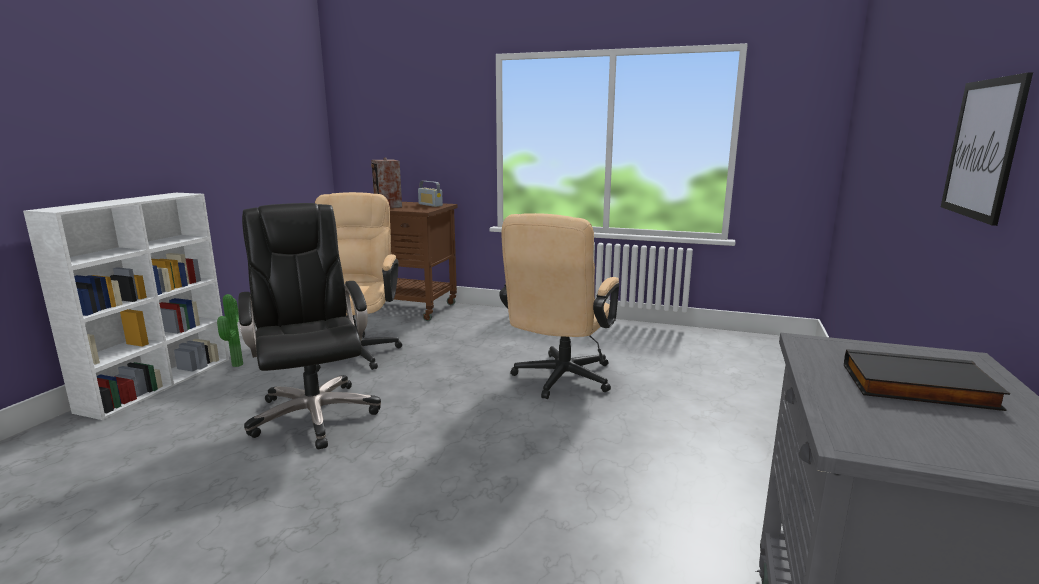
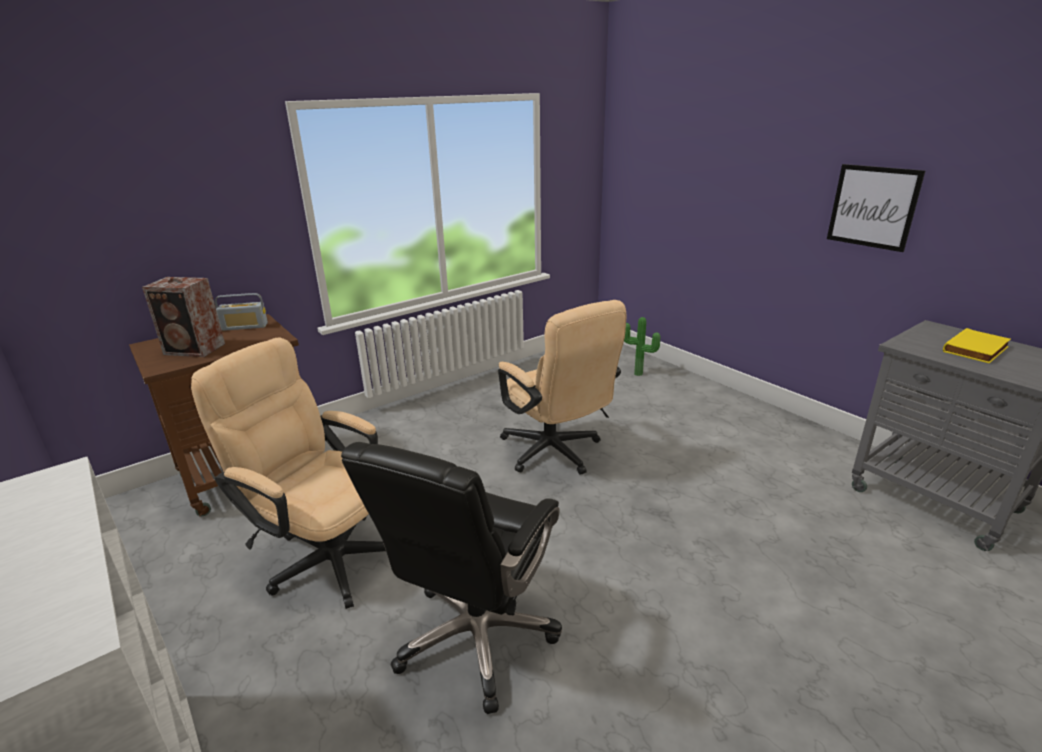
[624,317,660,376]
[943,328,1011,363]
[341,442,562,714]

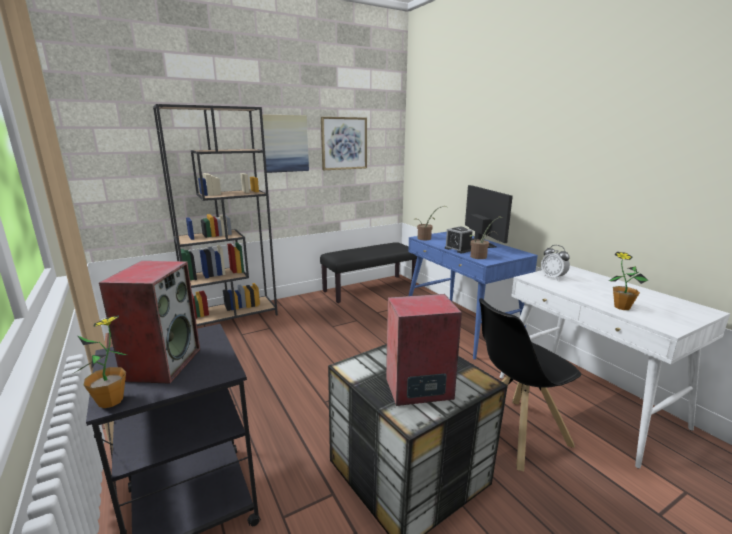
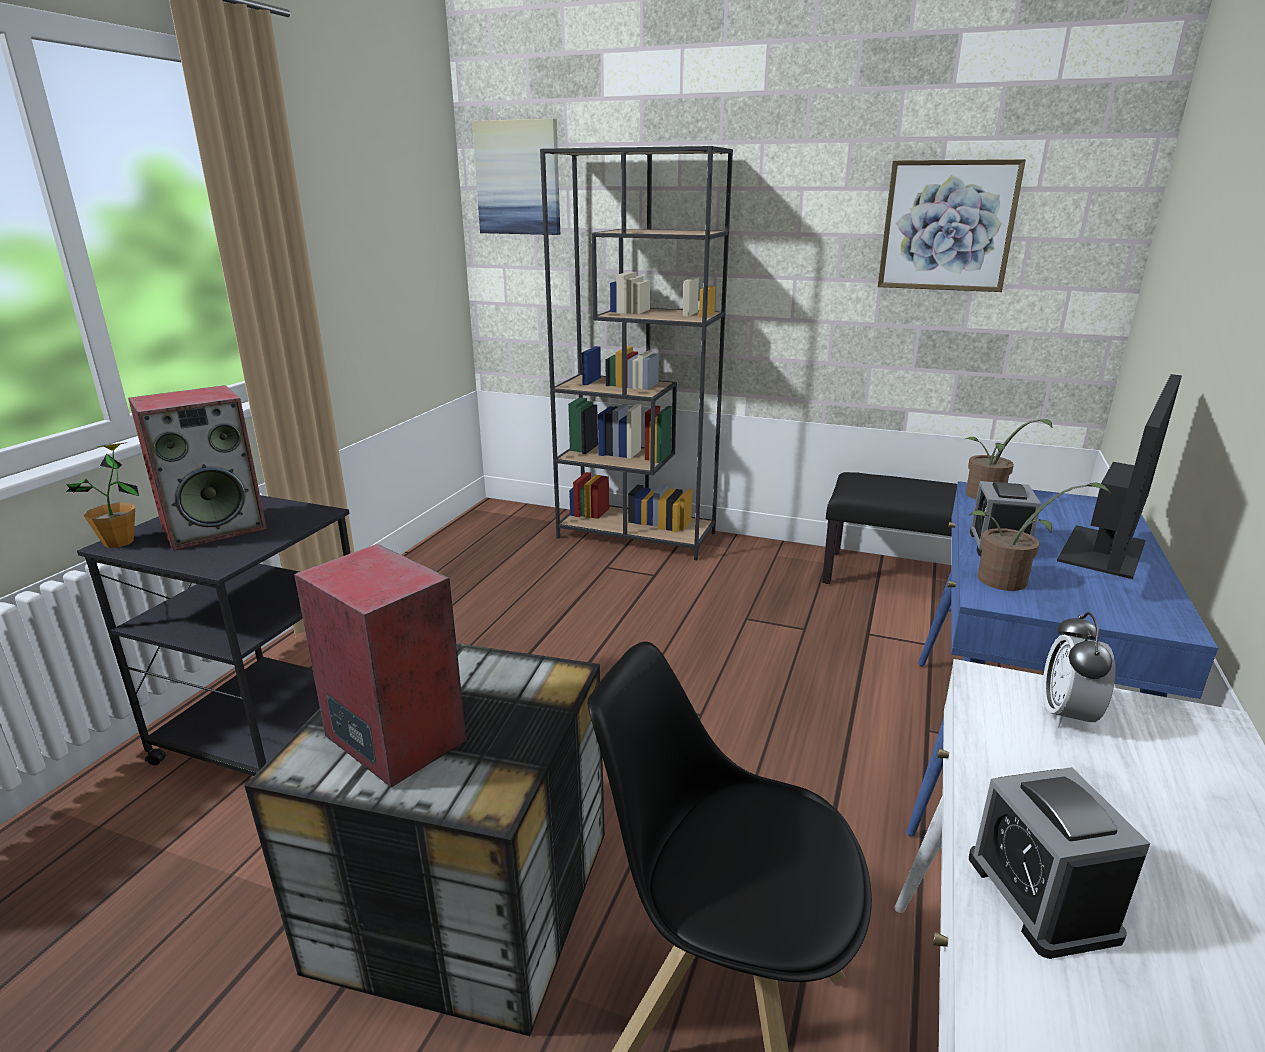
[472,119,560,235]
[969,767,1150,959]

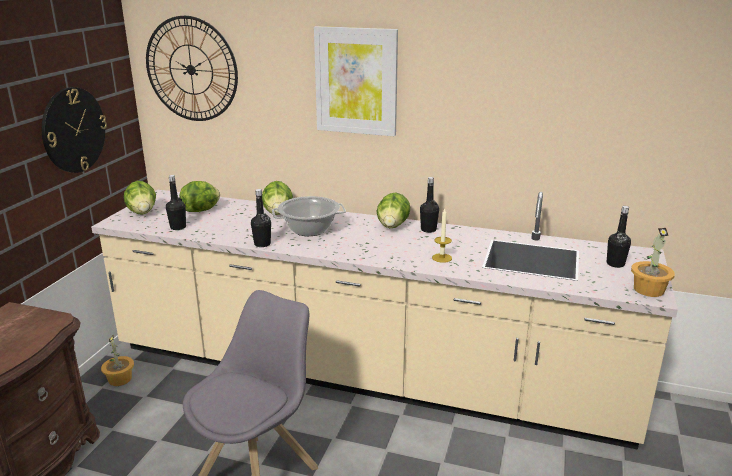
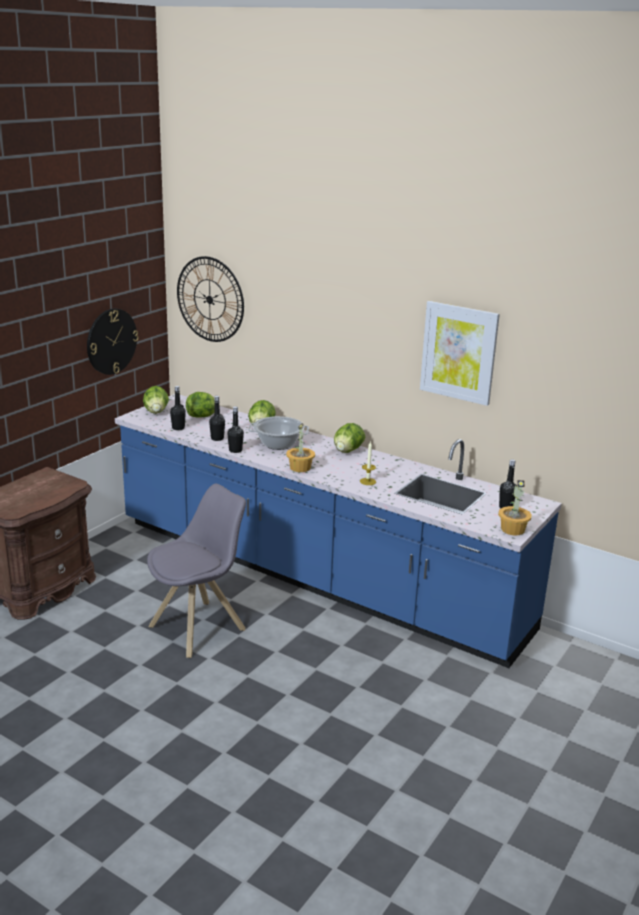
[286,423,315,472]
[420,301,500,406]
[209,396,225,441]
[115,394,562,668]

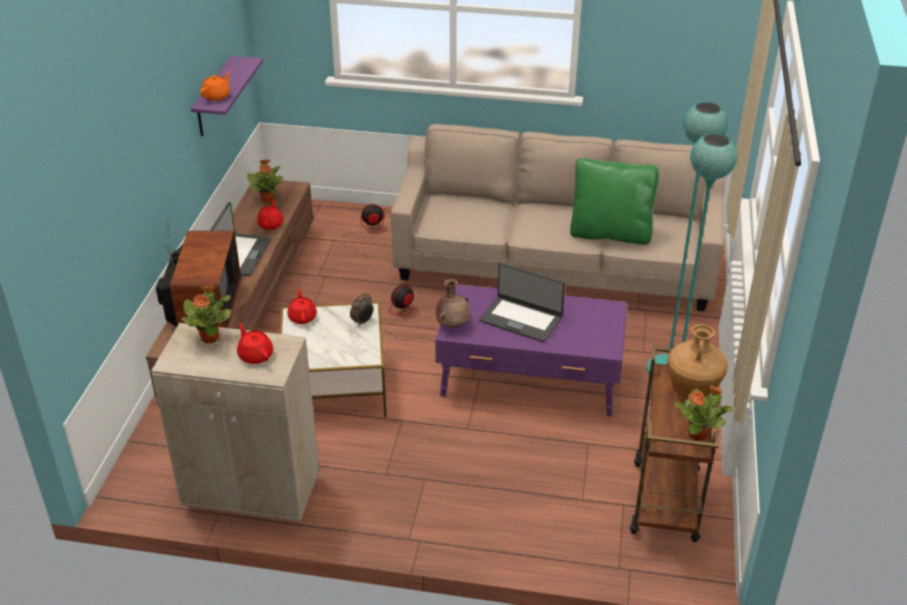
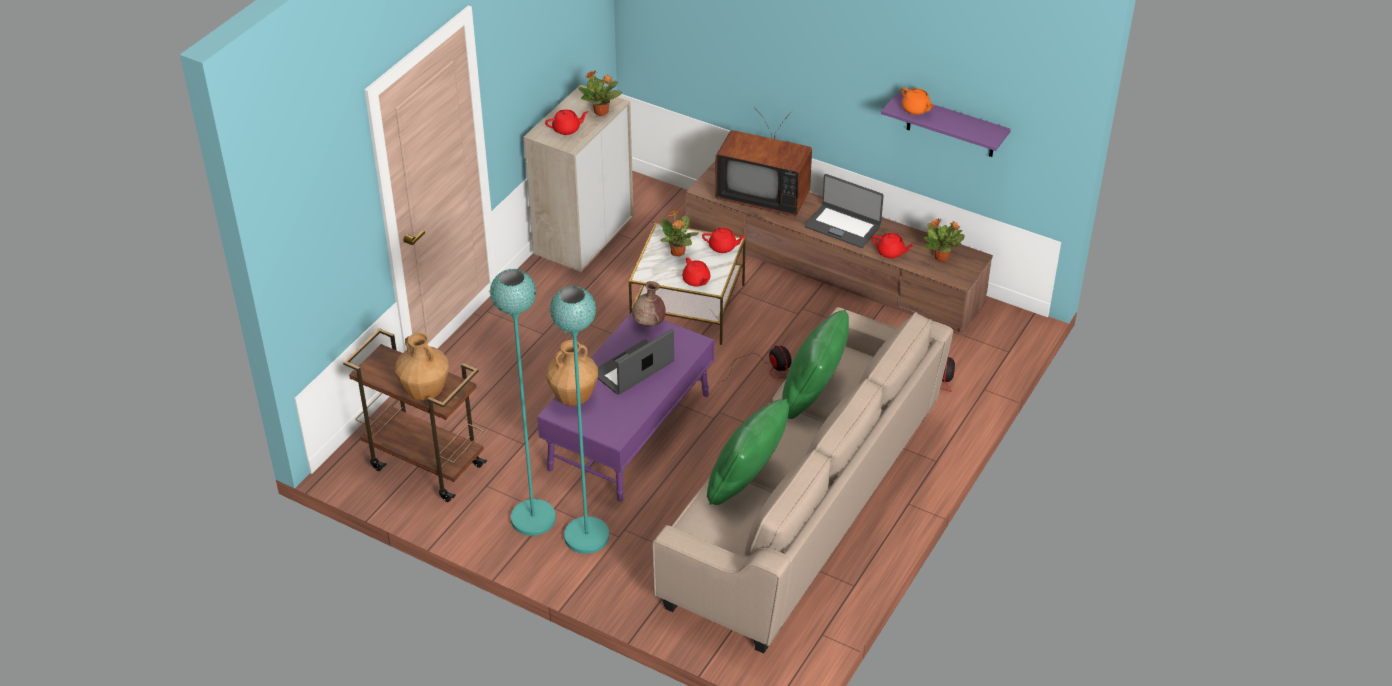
[546,340,598,406]
[782,310,849,419]
[660,210,699,256]
[682,257,710,287]

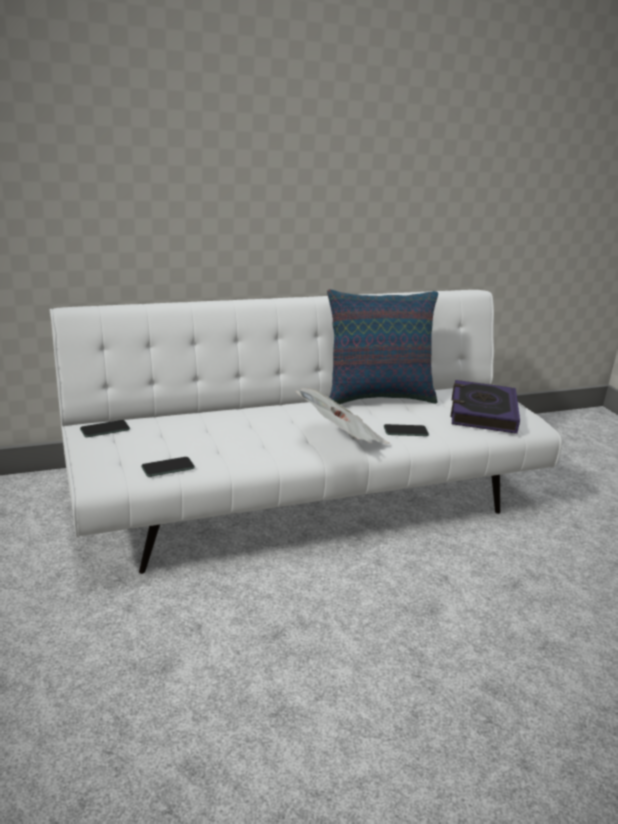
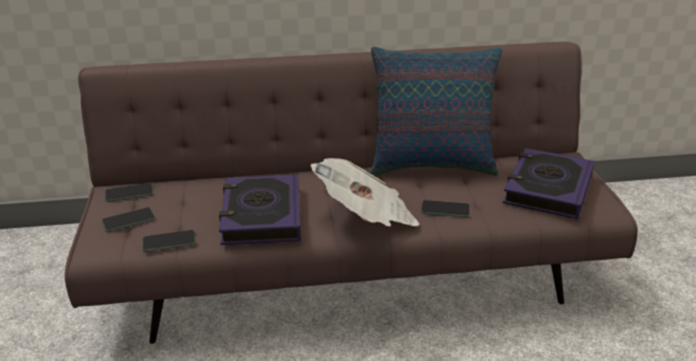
[102,207,155,232]
[219,174,301,245]
[65,42,638,344]

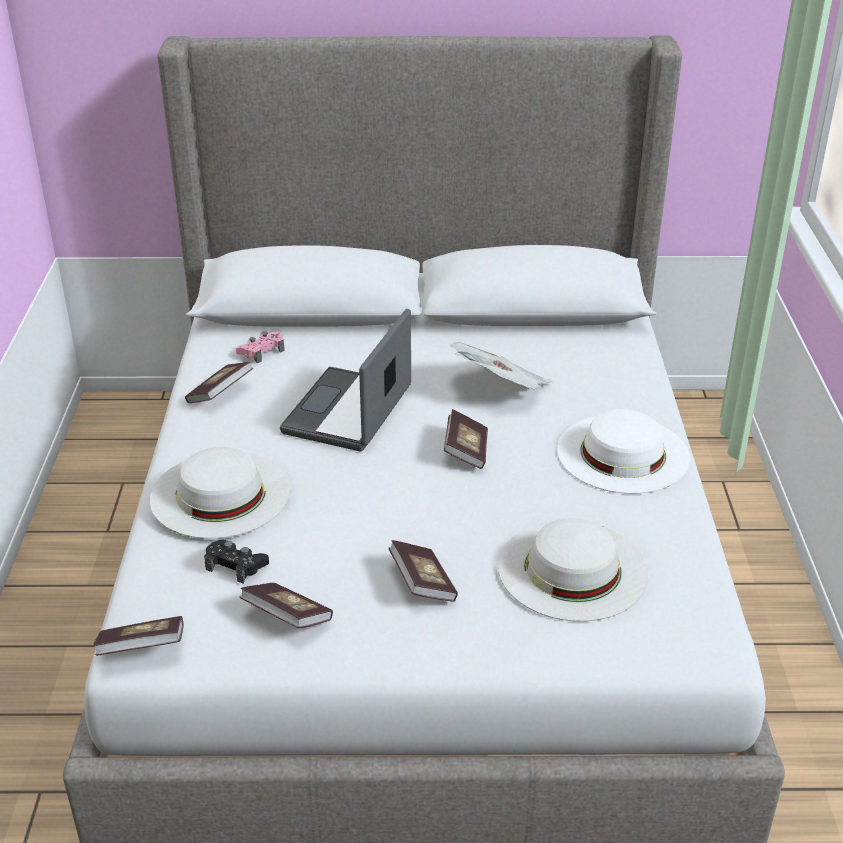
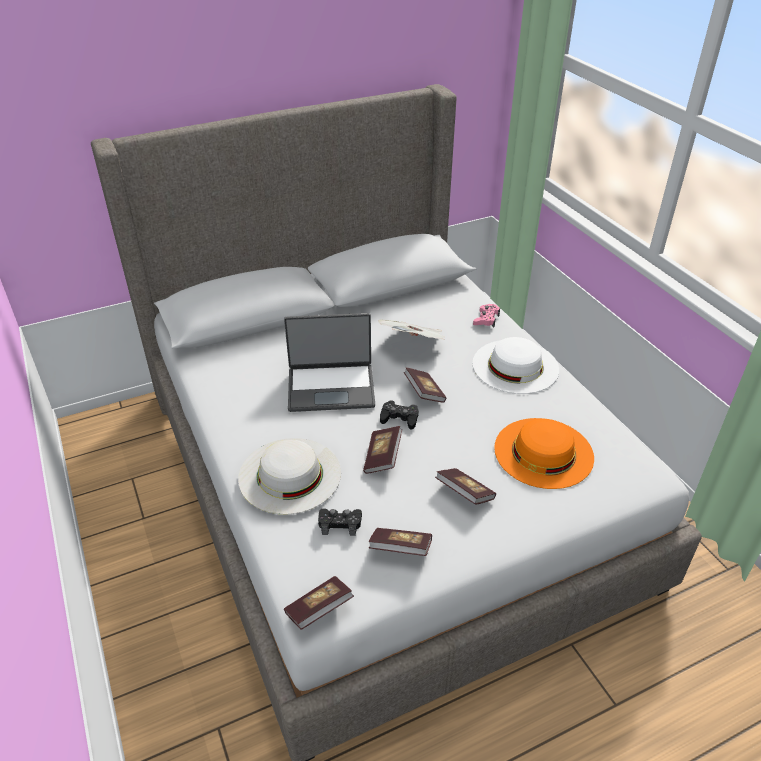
[380,400,419,430]
[363,426,402,474]
[473,304,500,328]
[494,418,594,489]
[284,313,375,412]

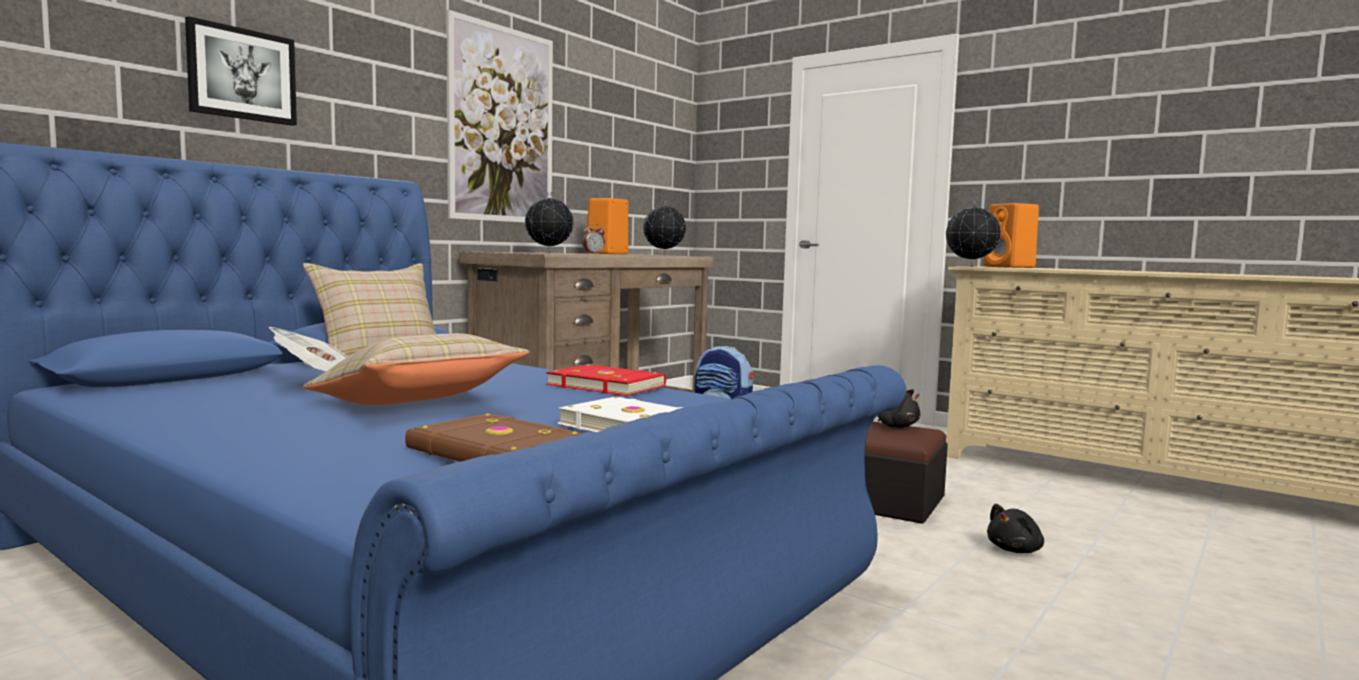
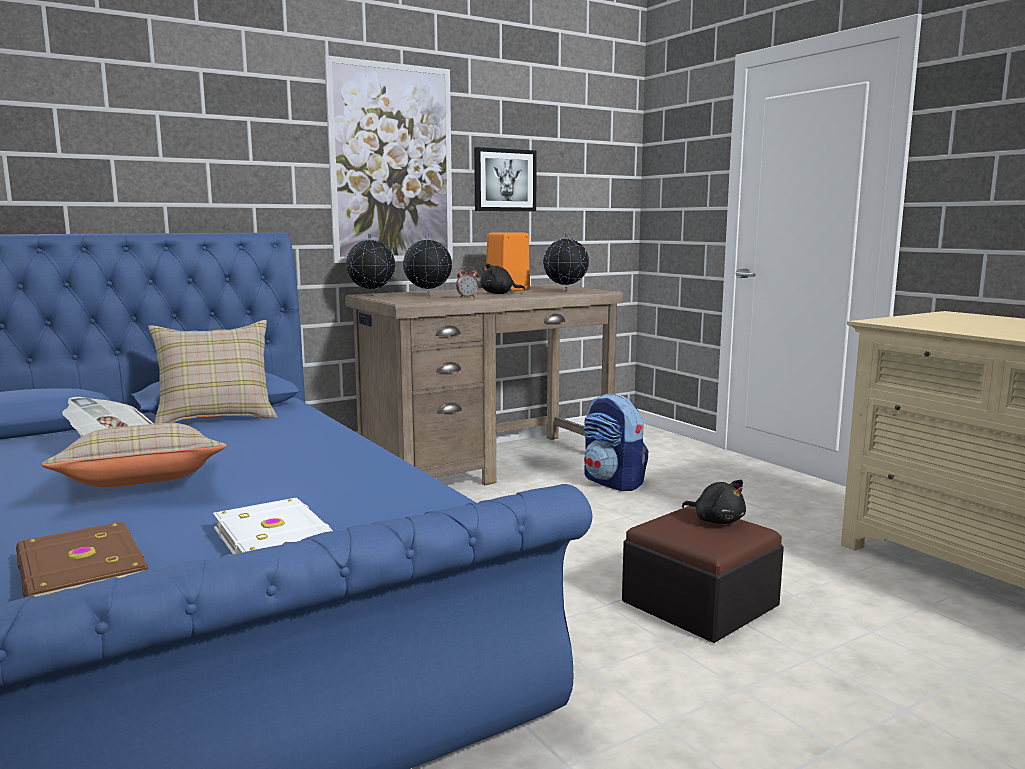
[546,364,666,396] (first image)
[983,203,1039,268] (first image)
[474,147,537,211]
[346,234,396,296]
[480,263,526,294]

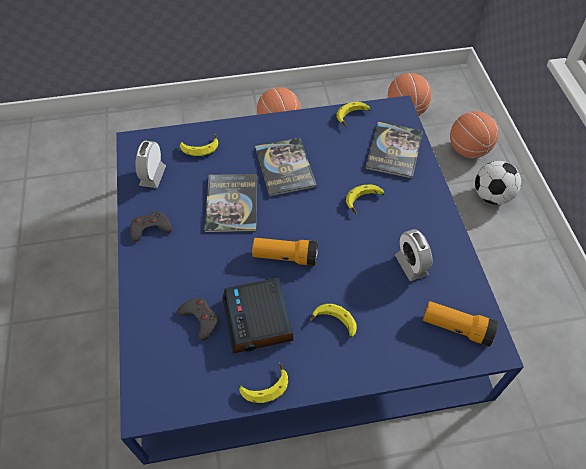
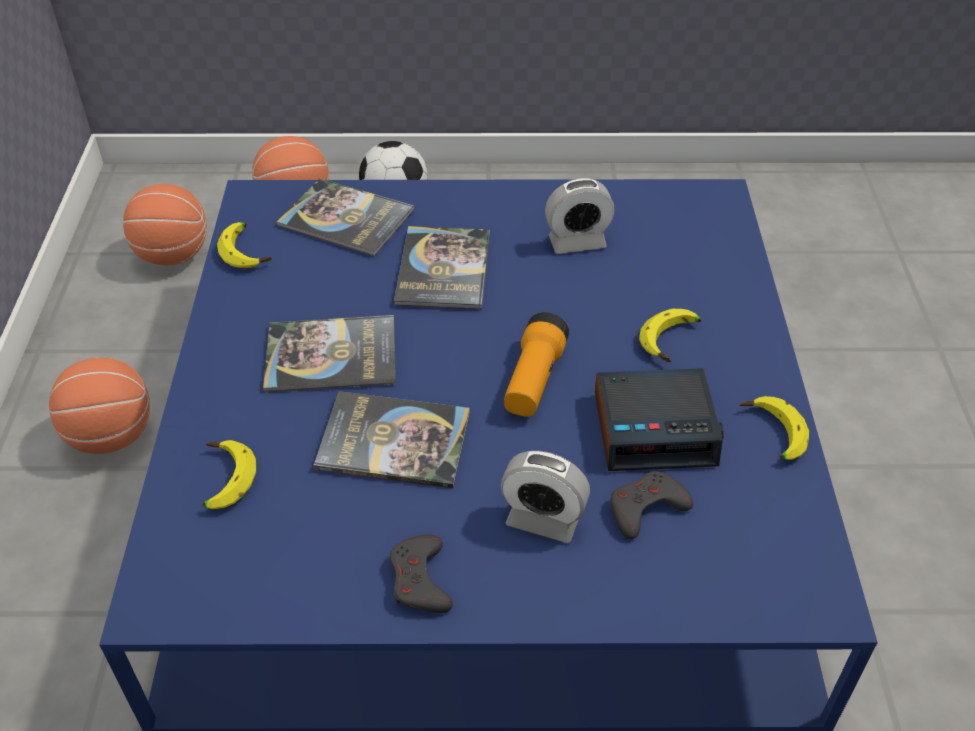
[423,301,498,347] (first image)
[501,451,590,543]
[394,226,490,309]

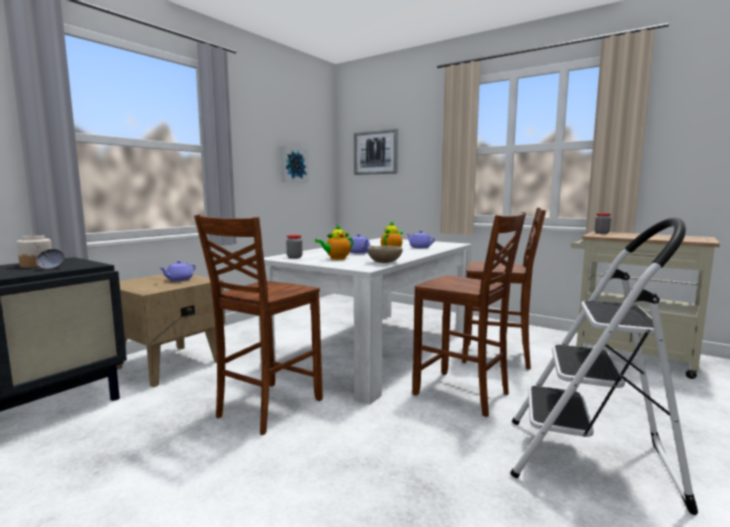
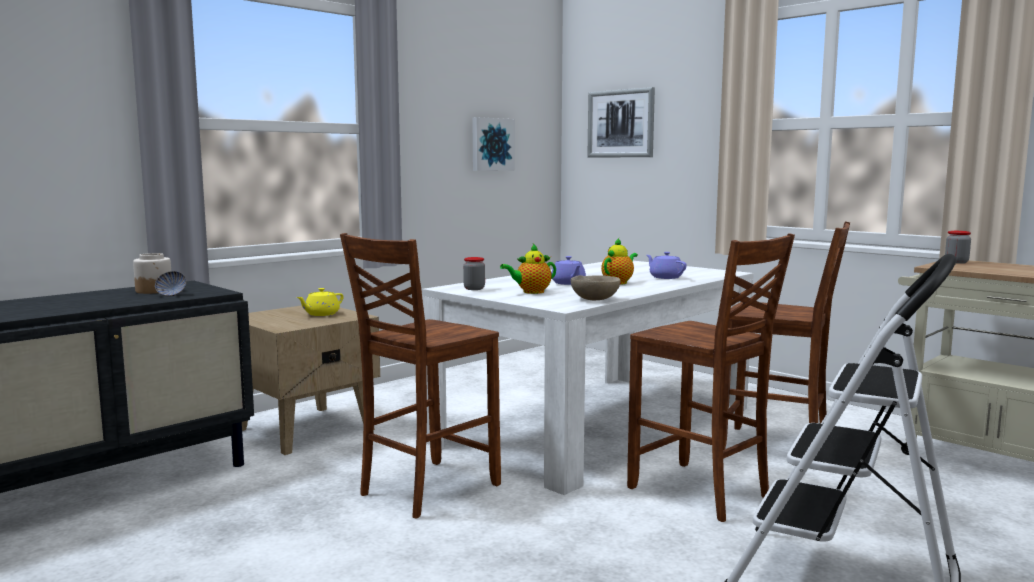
[296,288,344,316]

